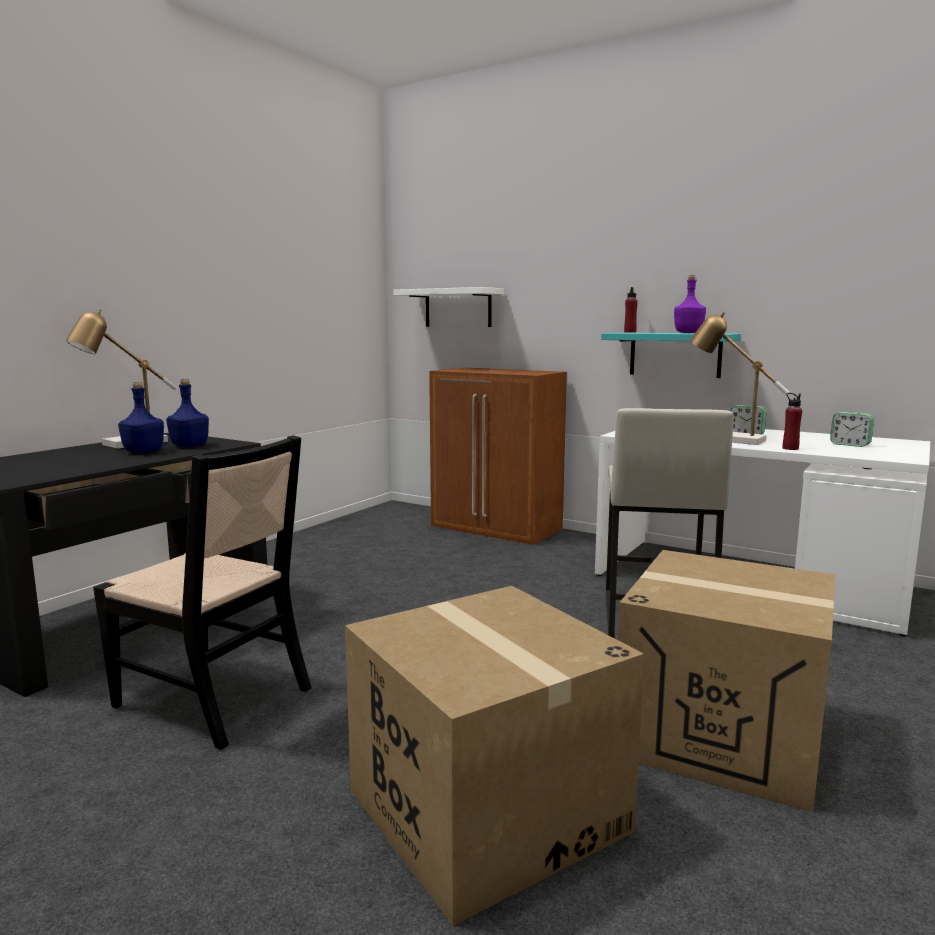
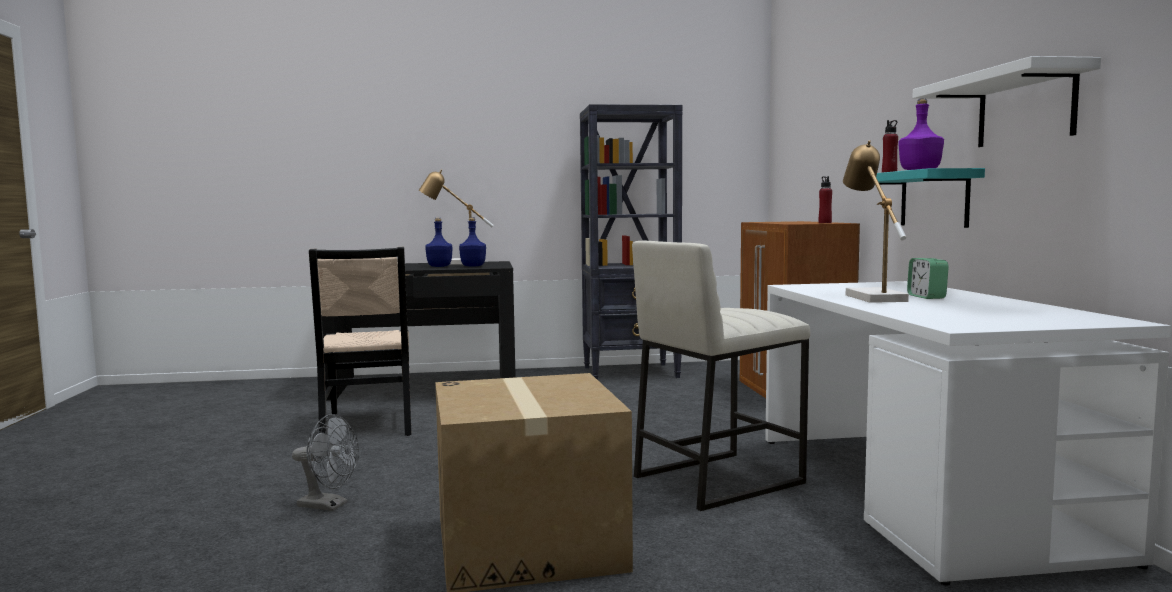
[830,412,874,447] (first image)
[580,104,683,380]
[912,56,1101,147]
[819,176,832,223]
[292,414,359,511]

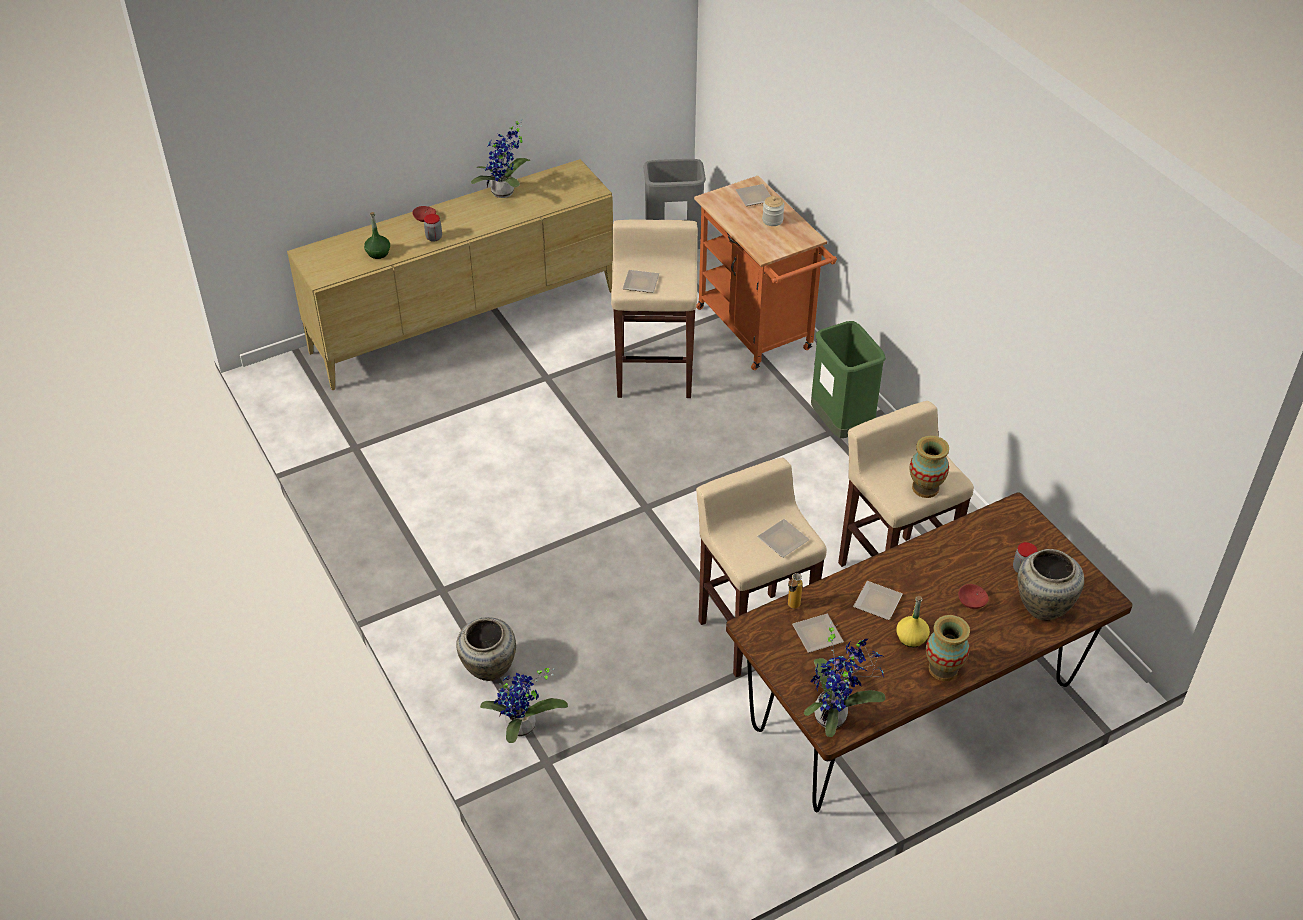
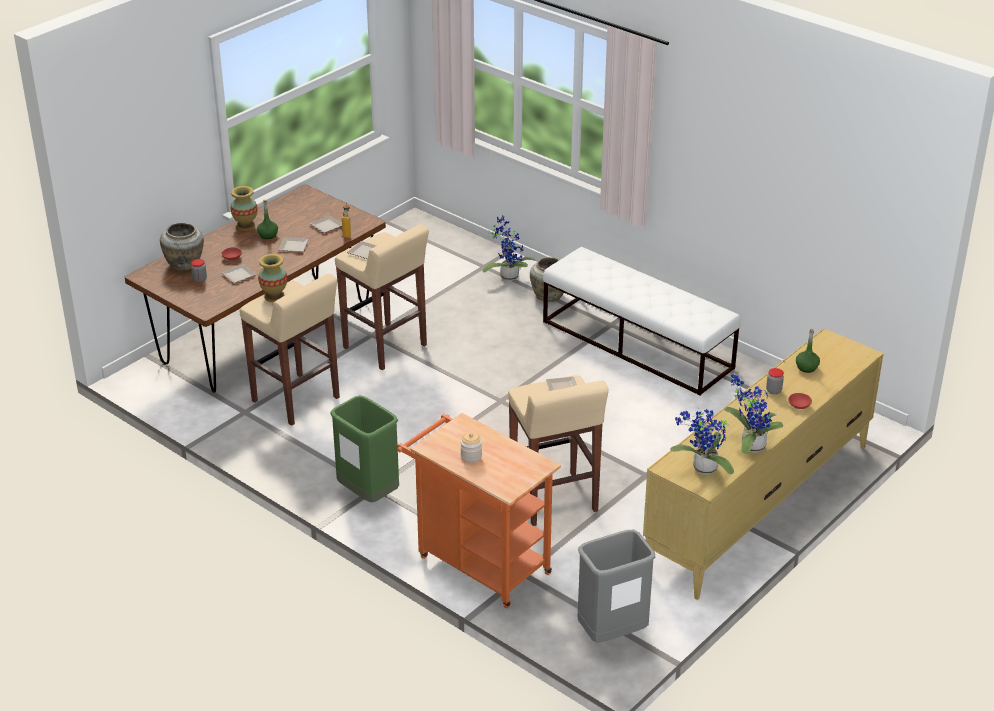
[543,247,741,396]
[221,264,256,283]
[670,407,734,475]
[257,200,278,239]

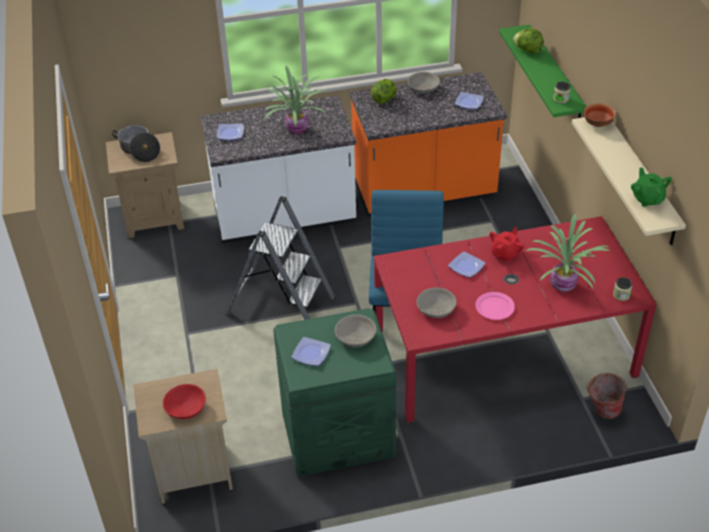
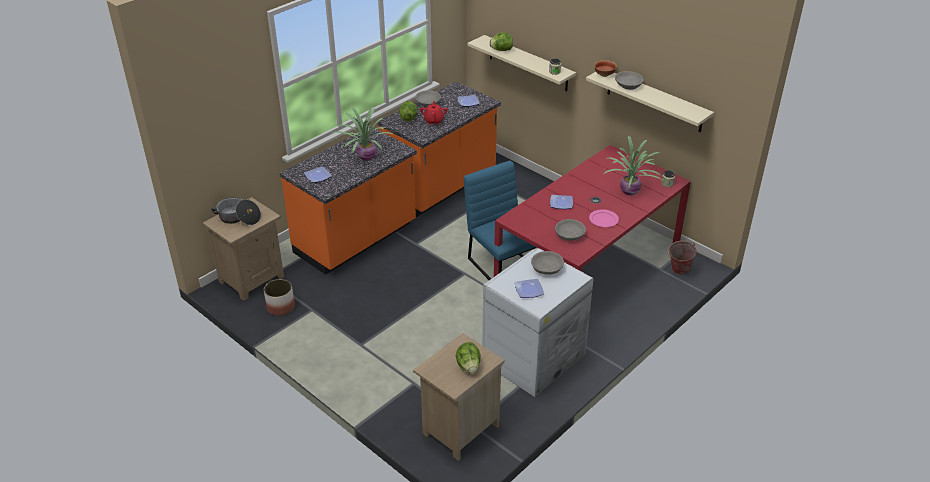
[226,196,336,320] (first image)
[631,168,672,207] (first image)
[264,279,295,316]
[615,71,643,90]
[420,101,447,125]
[456,342,481,373]
[280,126,417,275]
[482,248,594,397]
[468,35,576,92]

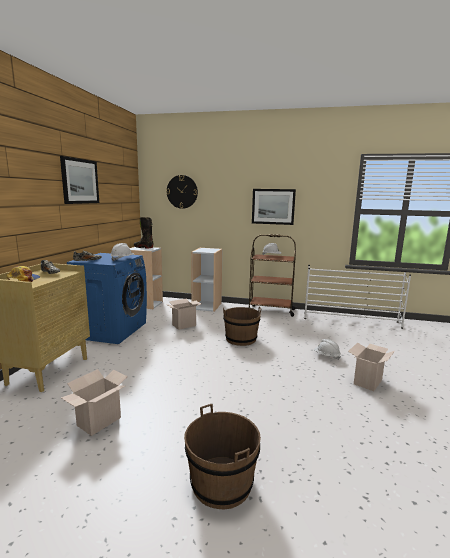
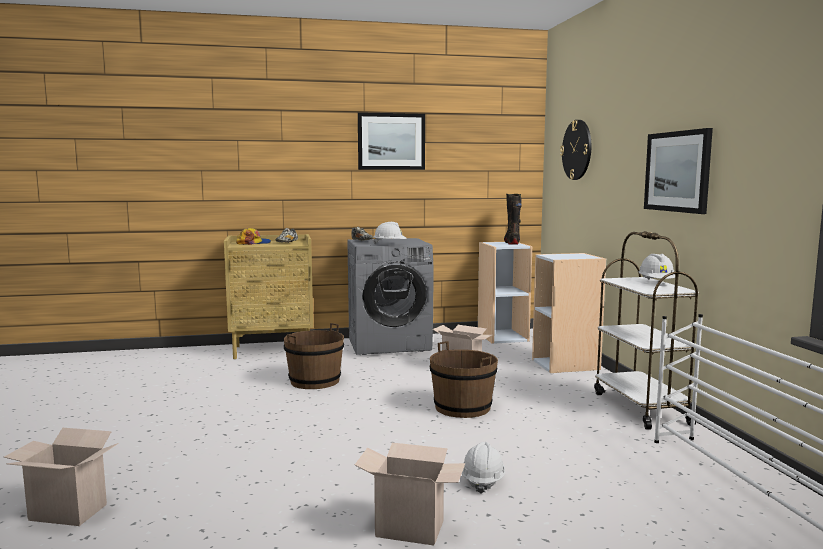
[4,428,119,526]
[284,323,344,389]
[347,238,434,355]
[594,231,699,430]

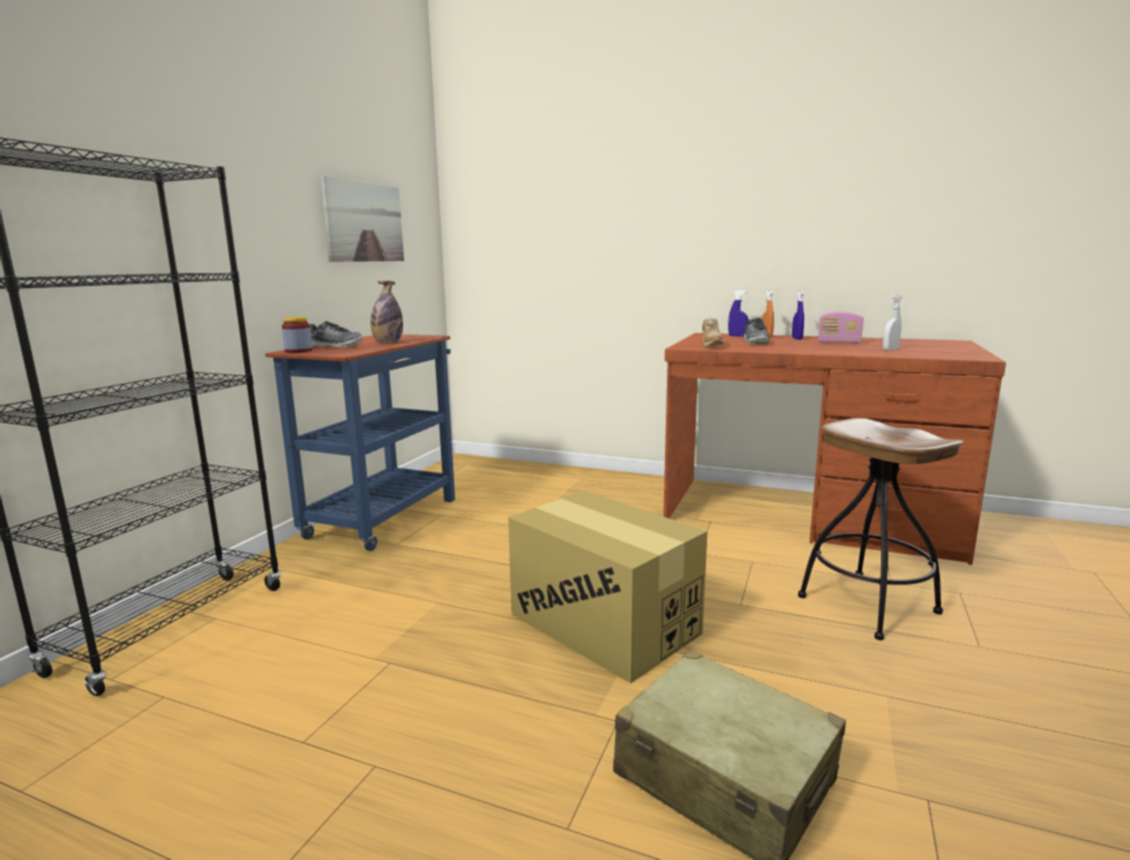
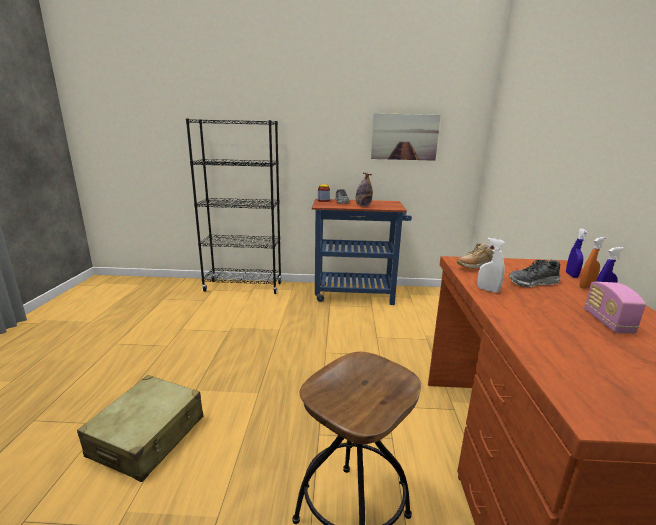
[508,491,707,683] (first image)
[478,238,505,293]

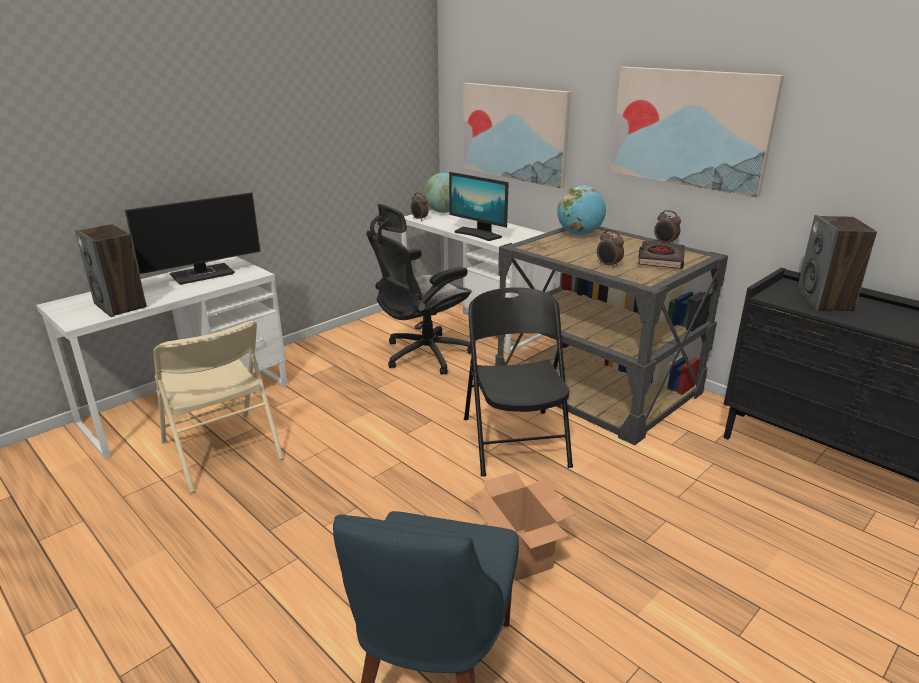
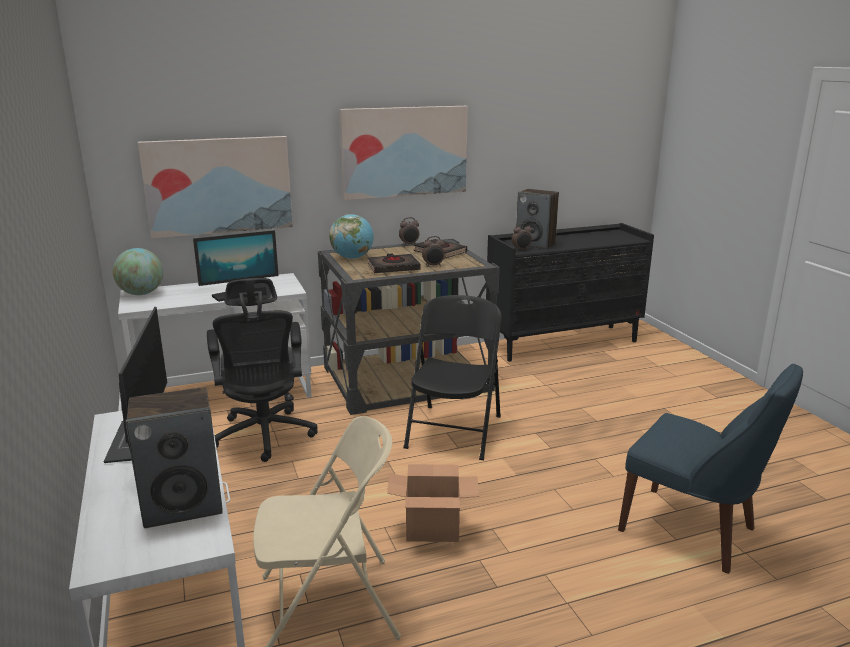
[368,254,420,273]
[512,223,532,251]
[387,464,479,542]
[403,295,502,460]

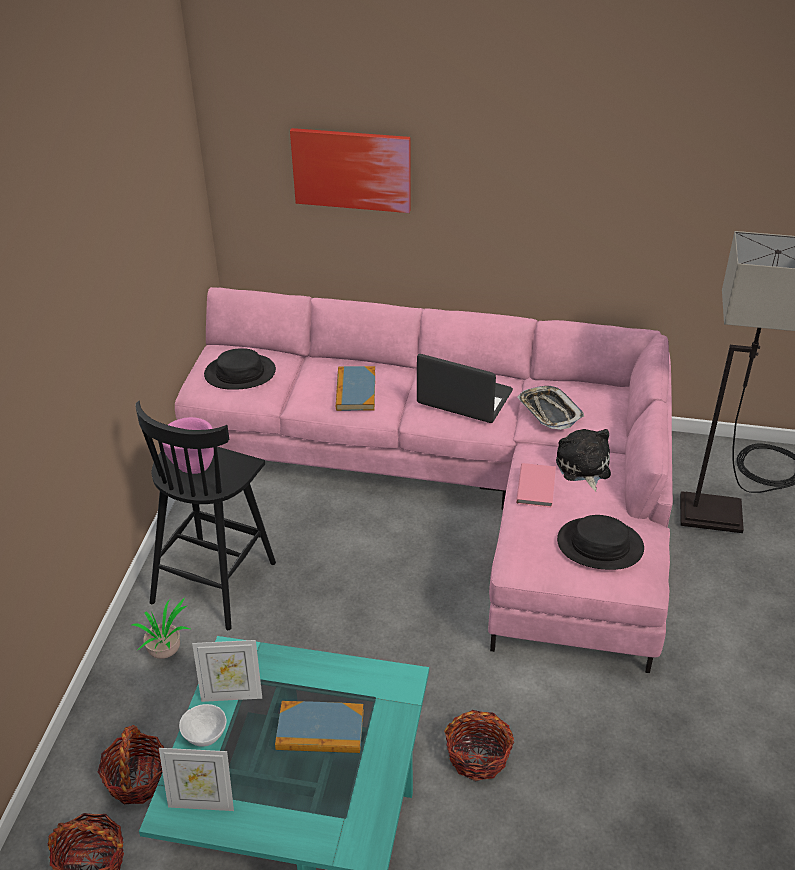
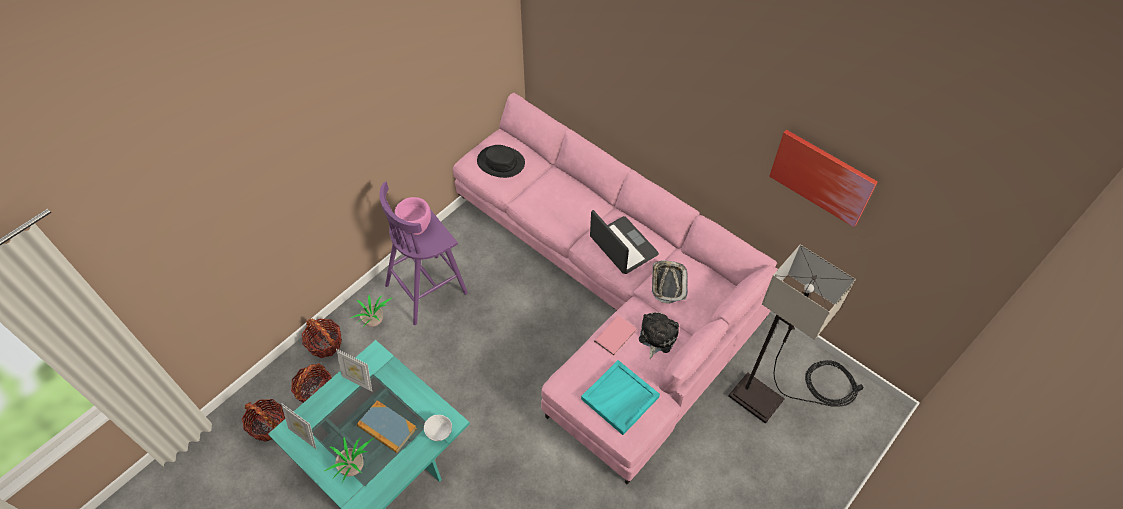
[336,366,375,411] (first image)
[324,437,374,483]
[424,415,452,441]
[769,130,878,227]
[302,318,342,358]
[581,360,660,435]
[379,182,468,325]

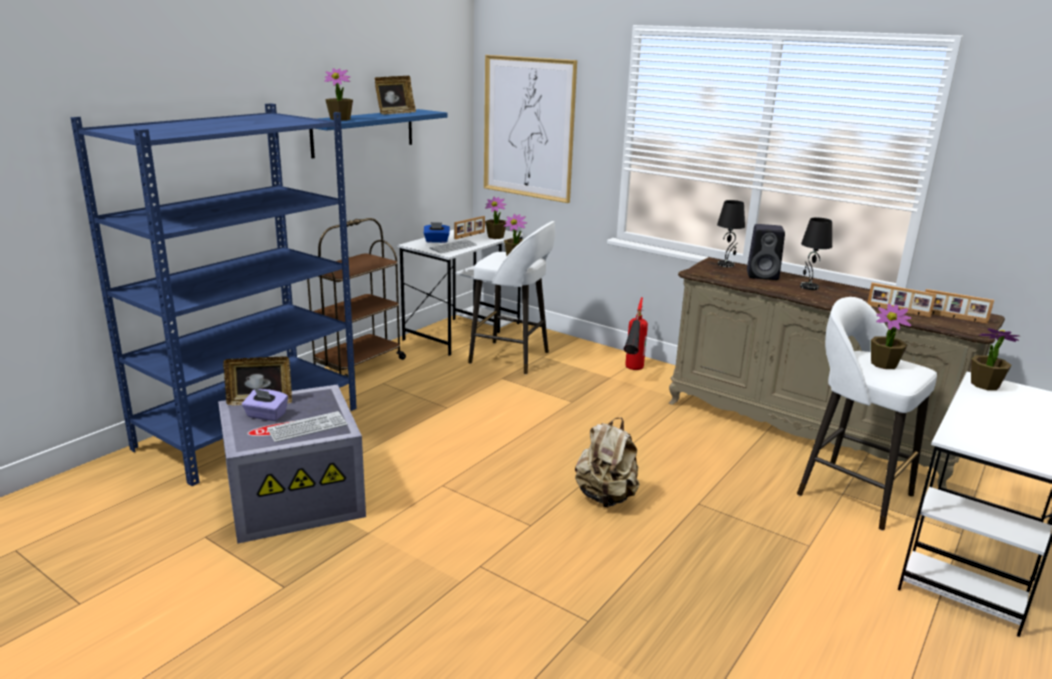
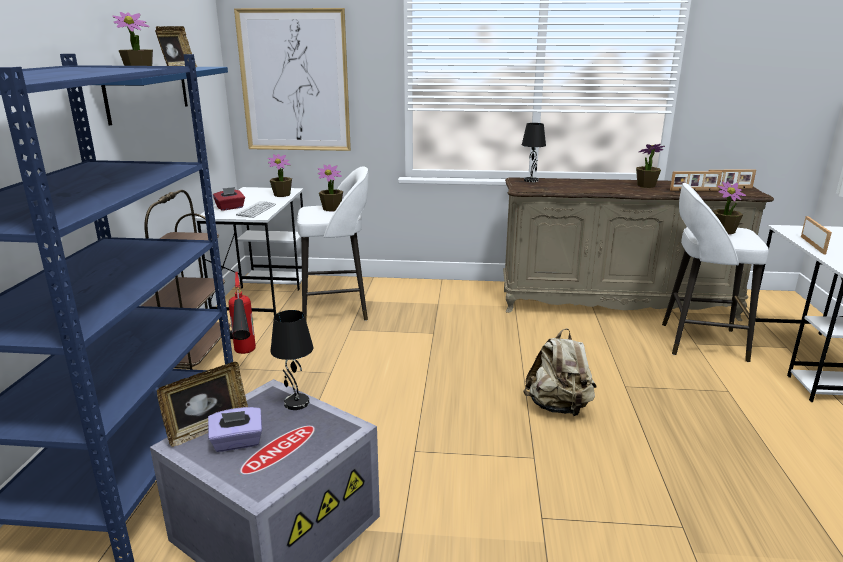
[267,411,347,442] (first image)
[747,224,785,280] (first image)
[801,216,832,254]
[228,272,256,354]
[271,310,314,410]
[636,144,665,188]
[213,187,245,211]

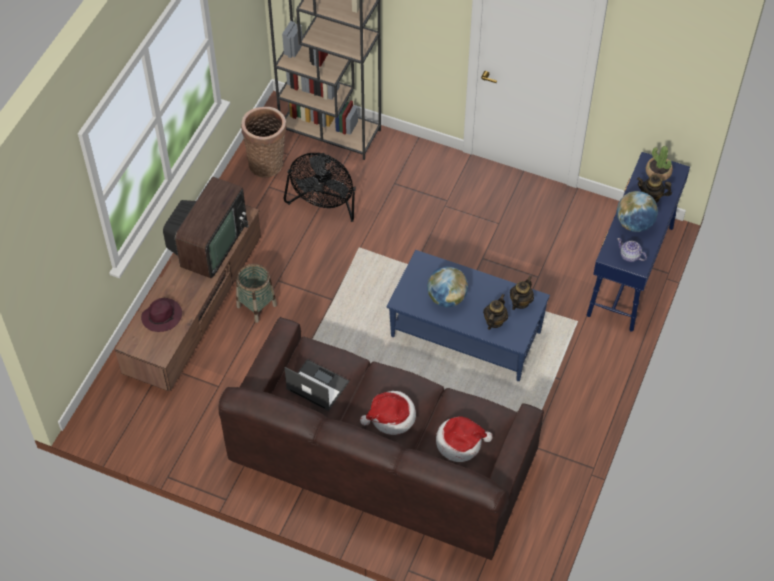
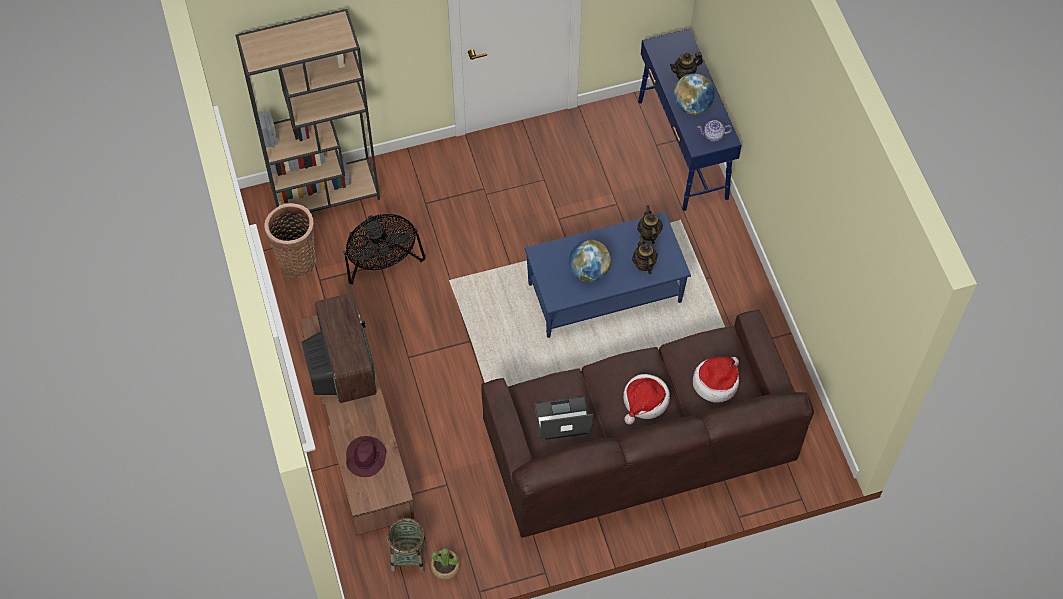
[387,518,427,573]
[430,548,460,580]

